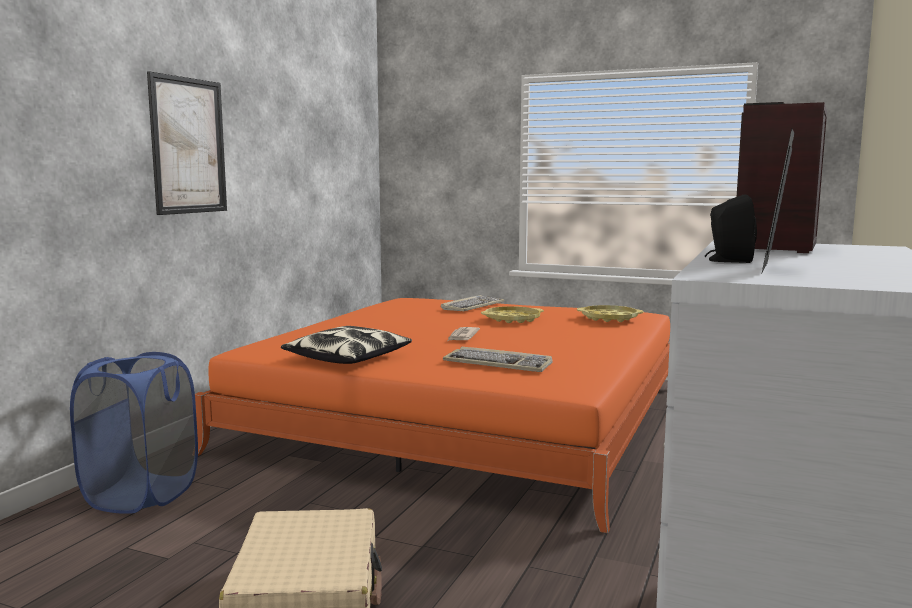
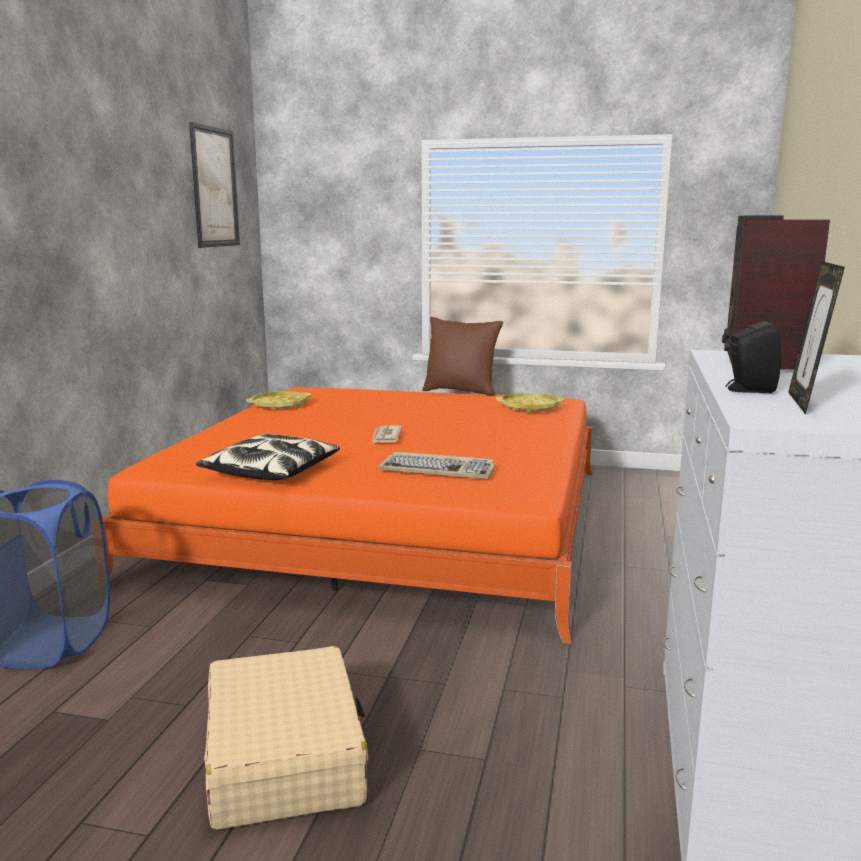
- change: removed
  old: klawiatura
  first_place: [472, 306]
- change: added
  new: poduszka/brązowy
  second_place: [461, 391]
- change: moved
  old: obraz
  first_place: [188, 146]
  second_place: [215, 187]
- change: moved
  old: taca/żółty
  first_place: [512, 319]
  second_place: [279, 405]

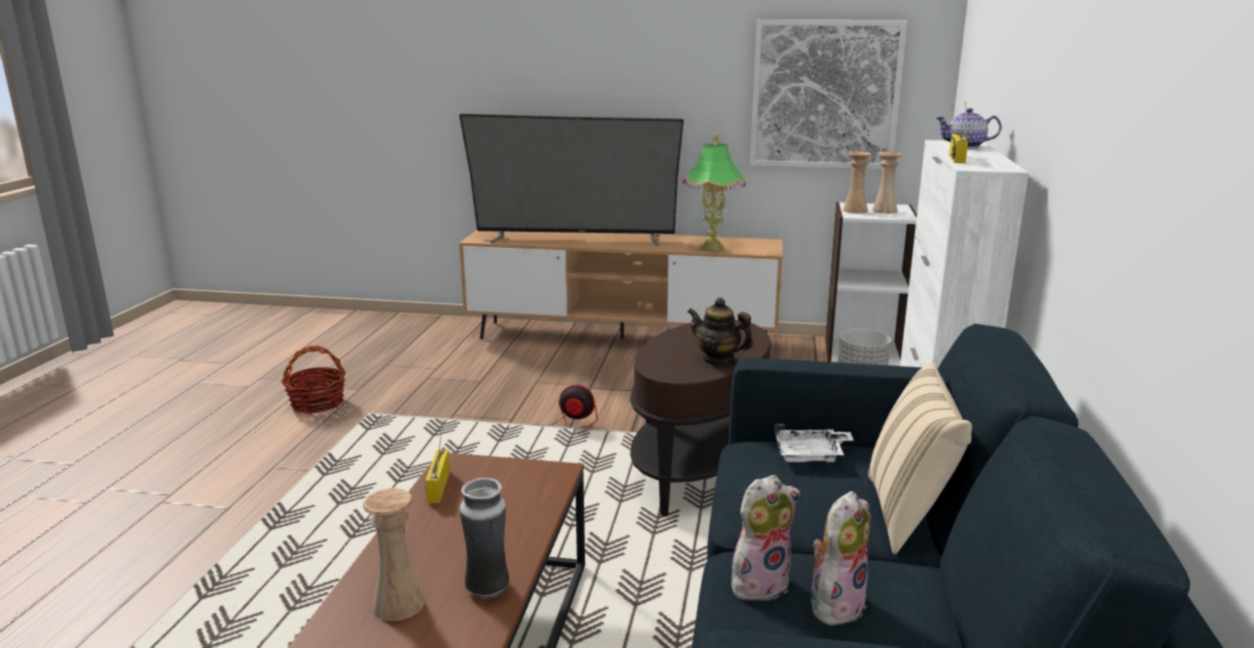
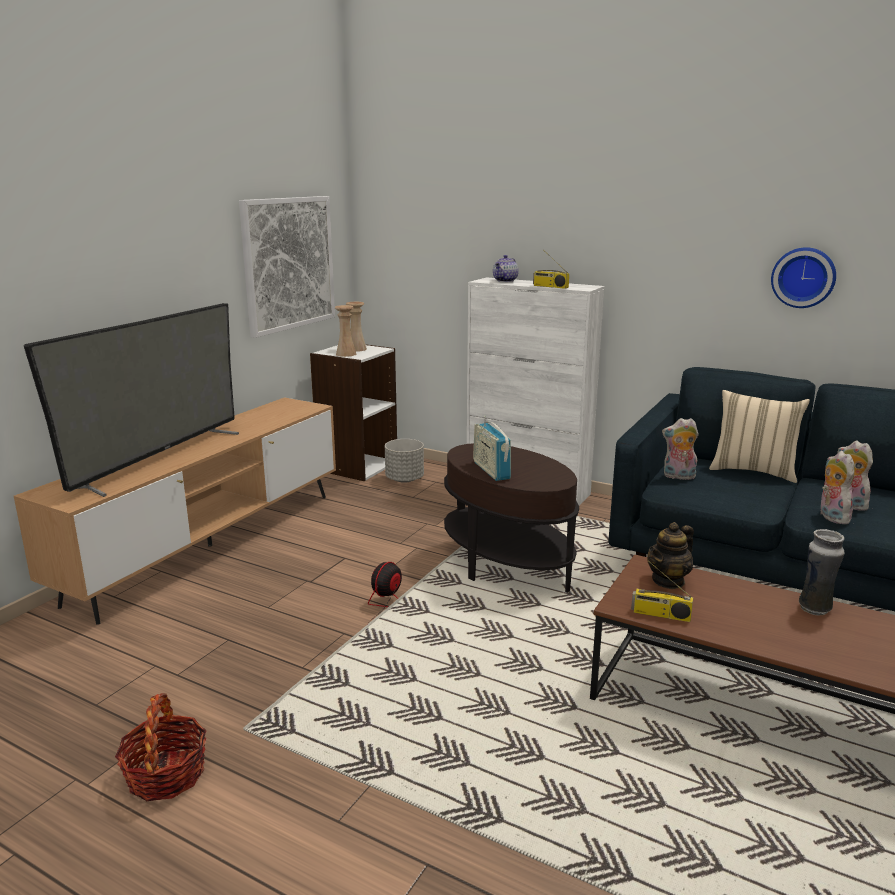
- change: removed
  old: wazon/beżowy
  first_place: [398, 604]
- change: removed
  old: lampa stołowa
  first_place: [711, 246]
- change: added
  new: radio
  second_place: [491, 470]
- change: added
  new: zegar ścienny
  second_place: [803, 277]
- change: moved
  old: imbryk
  first_place: [718, 360]
  second_place: [668, 581]
- change: replaced
  old: taca/biały
  new: pluszak
  first_place: [810, 455]
  second_place: [678, 477]

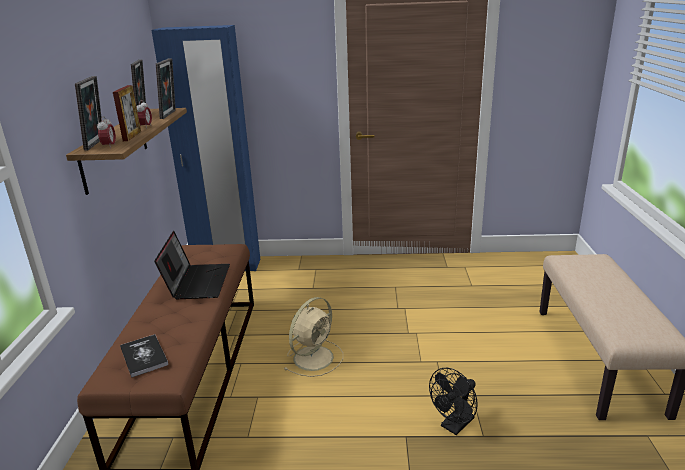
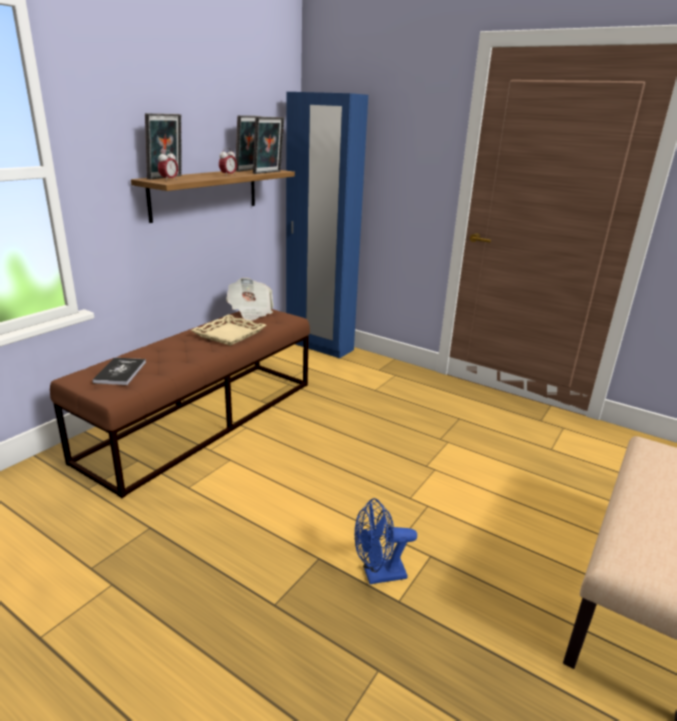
- change: removed
  old: ramka na zdjęcie
  first_place: [132, 136]
- change: removed
  old: wentylator/beżowy
  first_place: [314, 357]
- change: added
  new: gazeta
  second_place: [250, 312]
- change: replaced
  old: laptop
  new: taca/beżowy
  first_place: [197, 282]
  second_place: [229, 334]
- change: recoloured
  old: wentylator/czarny
  new: wentylator/niebieski
  first_place: [454, 426]
  second_place: [378, 575]

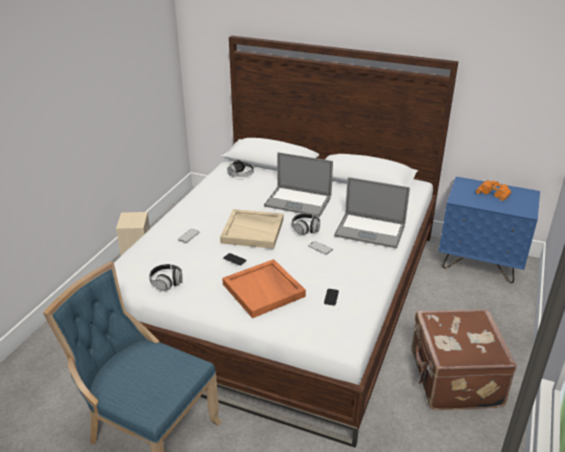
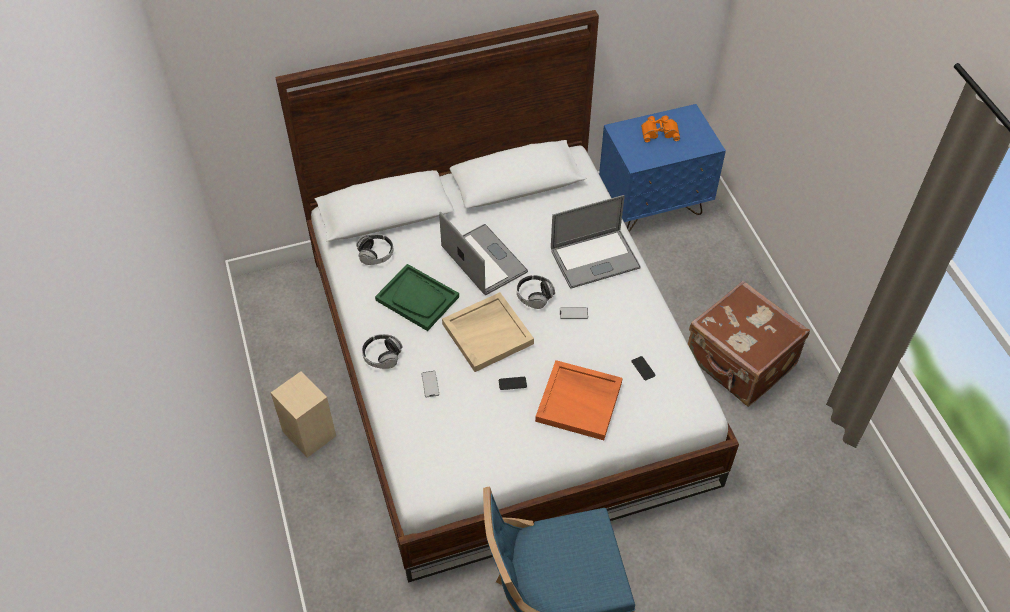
- change: added
  new: taca/zielony
  second_place: [417, 298]
- change: moved
  old: słuchawki
  first_place: [166, 282]
  second_place: [382, 356]
- change: turned
  old: laptop
  first_place: [298, 202]
  second_place: [484, 260]
  degrees: -105

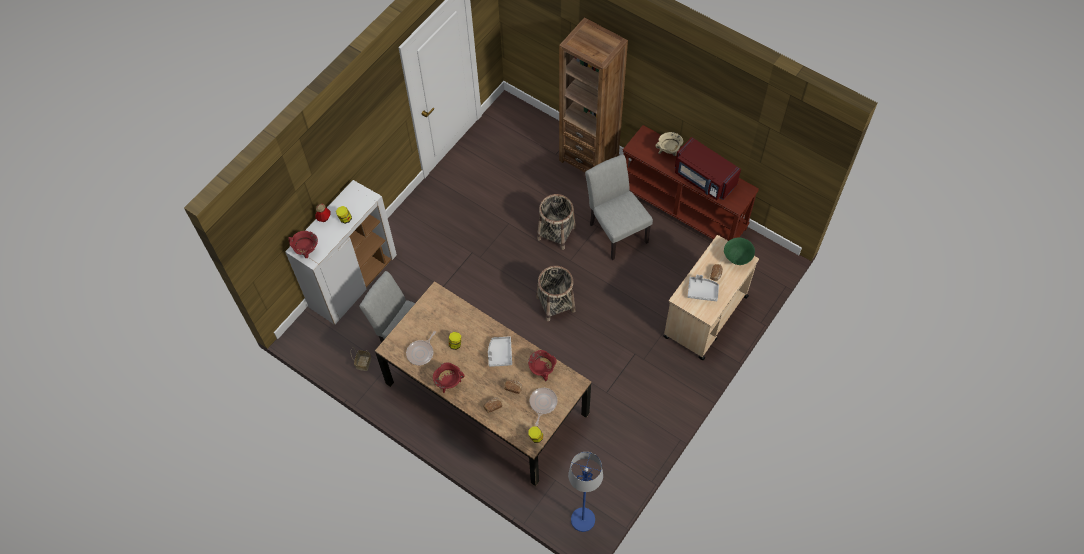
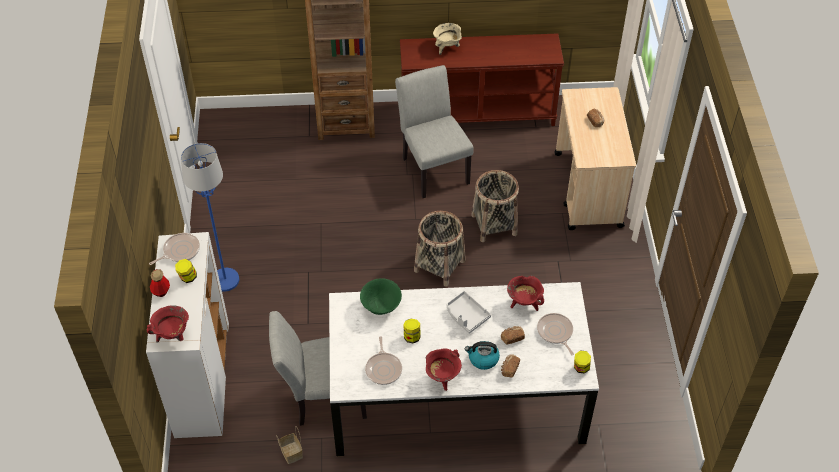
- change: removed
  old: mikrofalówka/czerwony
  first_place: [704, 179]
- change: removed
  old: taca/szary
  first_place: [702, 291]
- change: added
  new: patelnia
  second_place: [180, 251]
- change: added
  new: czajnik
  second_place: [483, 359]
- change: moved
  old: koszyk
  first_place: [556, 233]
  second_place: [494, 224]
- change: moved
  old: lampa stojąca/niebieski
  first_place: [582, 520]
  second_place: [225, 280]
- change: moved
  old: miska/zielony
  first_place: [737, 258]
  second_place: [381, 307]
- change: recoloured
  old: stół jadalny/brązowy
  new: stół jadalny/biały
  first_place: [486, 398]
  second_place: [456, 397]
- change: turned
  old: krzesło/szary
  first_place: [615, 230]
  second_place: [433, 167]
  degrees: 45

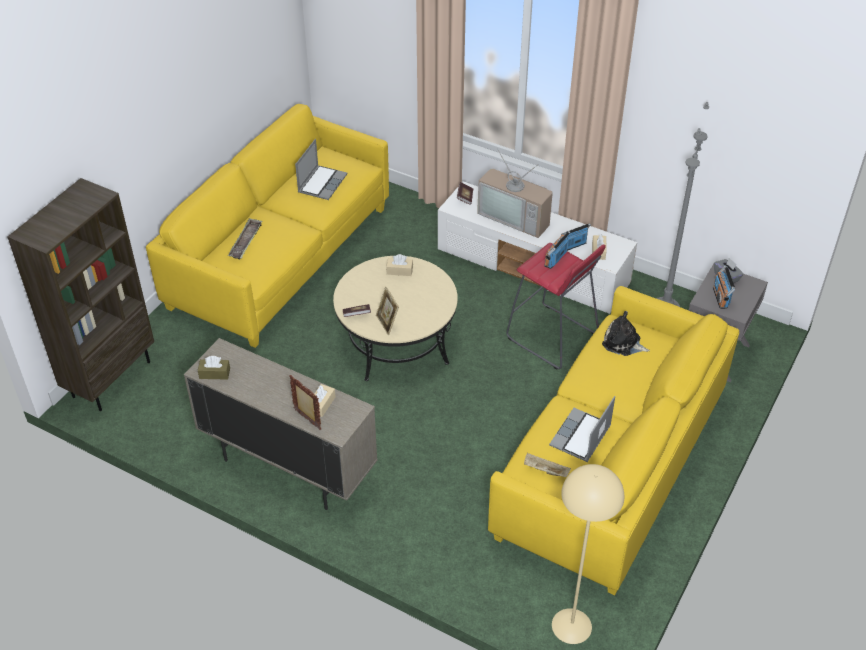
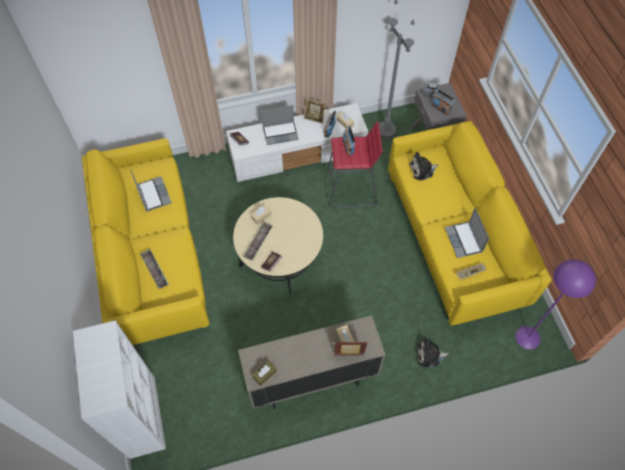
- change: added
  new: taca
  second_place: [258, 242]
- change: added
  new: pluszak
  second_place: [430, 355]
- change: moved
  old: ramka na zdjęcie
  first_place: [387, 323]
  second_place: [314, 118]
- change: replaced
  old: telewizor
  new: laptop
  first_place: [516, 217]
  second_place: [280, 133]
- change: recoloured
  old: regał/brązowy
  new: regał/biały
  first_place: [111, 378]
  second_place: [145, 421]
- change: recoloured
  old: lampa stojąca/beżowy
  new: lampa stojąca/fioletowy
  first_place: [571, 626]
  second_place: [528, 337]

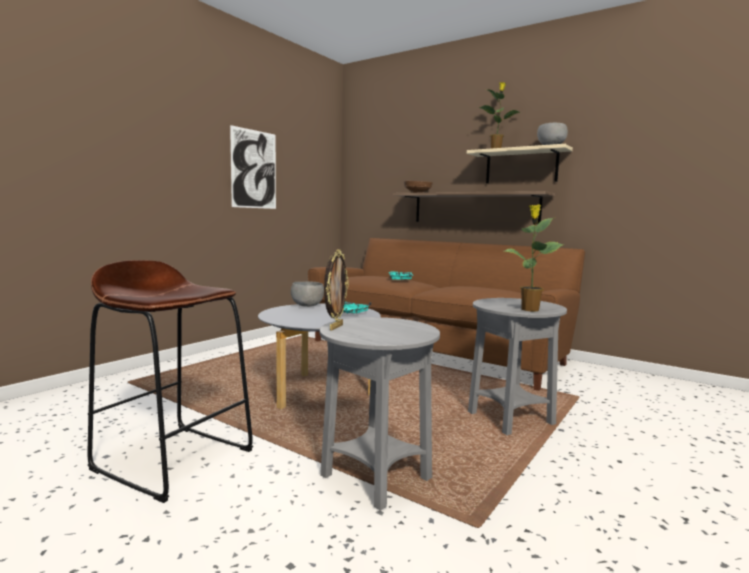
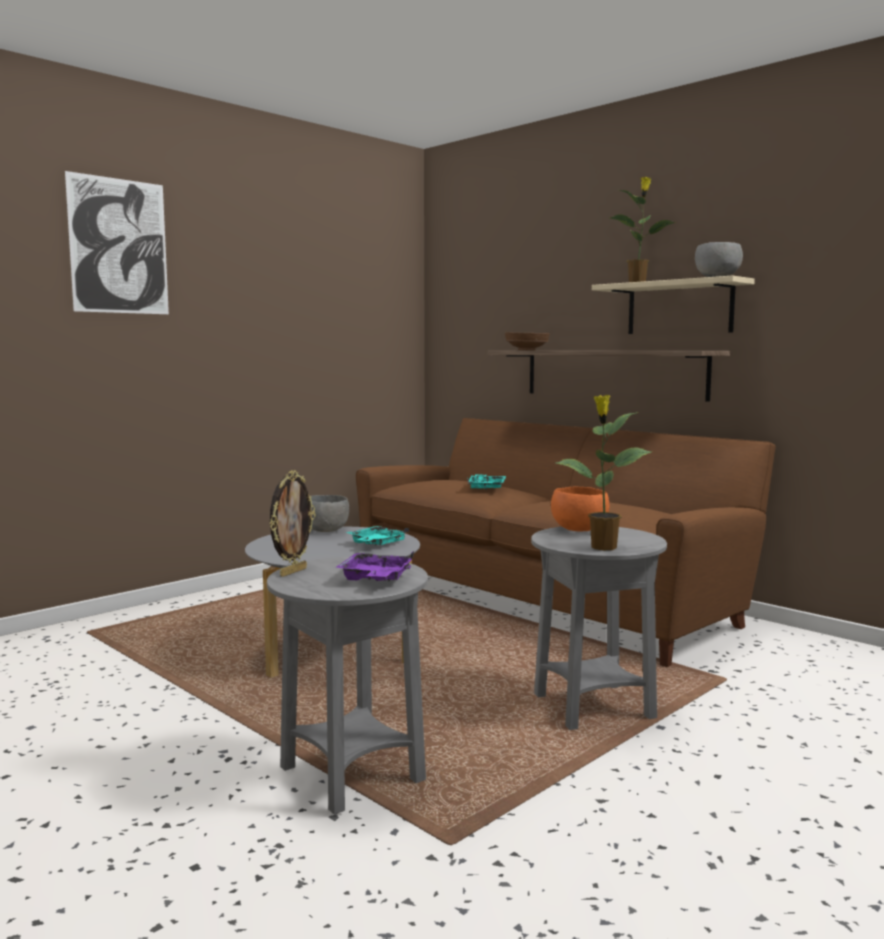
- change: removed
  old: stołek/brązowy
  first_place: [174, 459]
- change: added
  new: taca/fioletowy
  second_place: [375, 579]
- change: added
  new: miska/pomarańczowy
  second_place: [579, 530]
- change: moved
  old: obraz
  first_place: [254, 169]
  second_place: [119, 246]

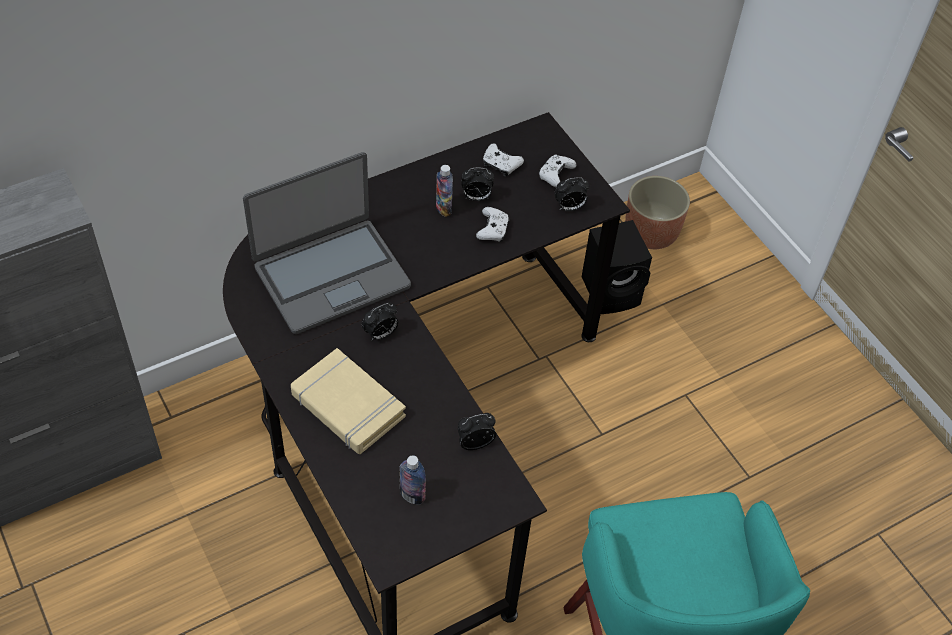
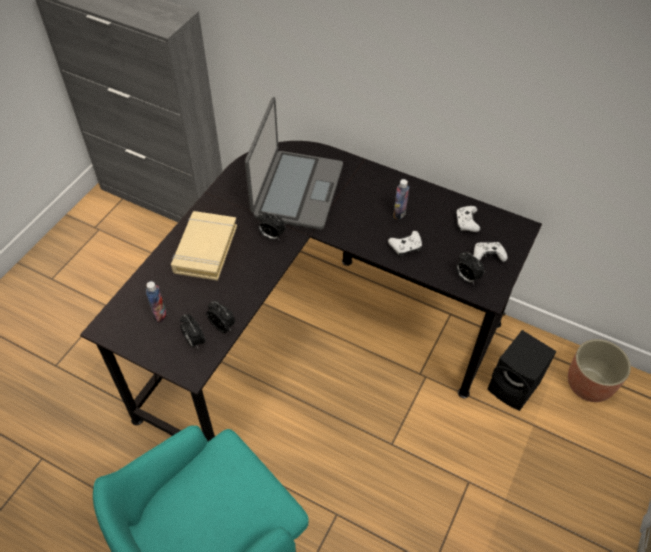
- change: moved
  old: budzik
  first_place: [476, 197]
  second_place: [194, 341]
- change: turned
  old: laptop
  first_place: [331, 275]
  second_place: [297, 190]
  degrees: -105

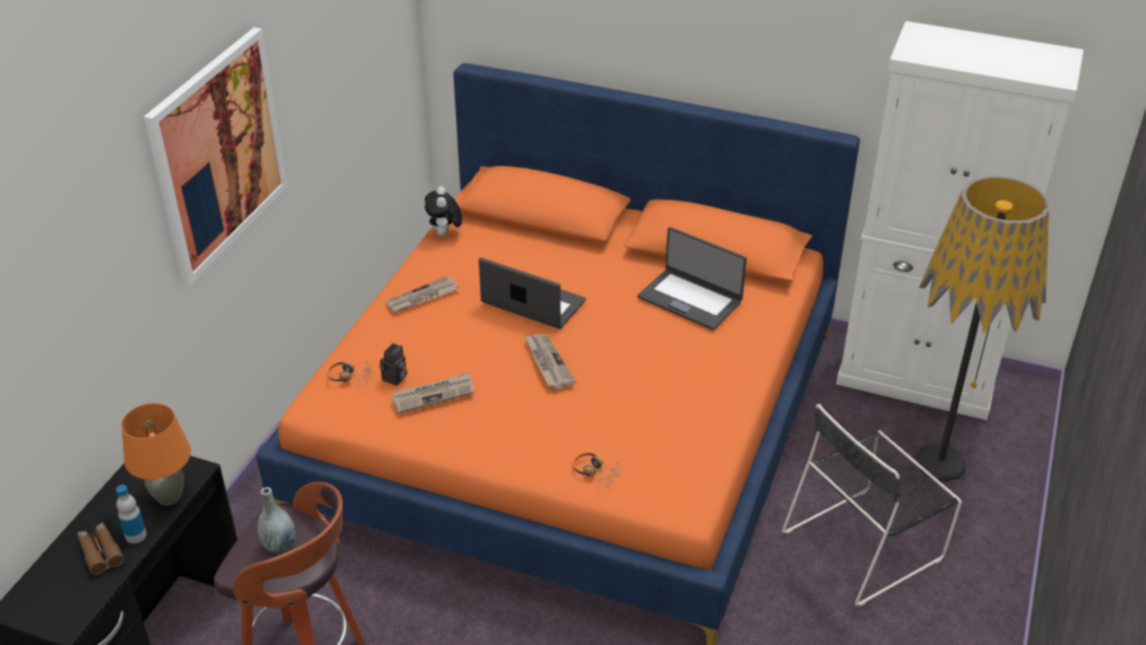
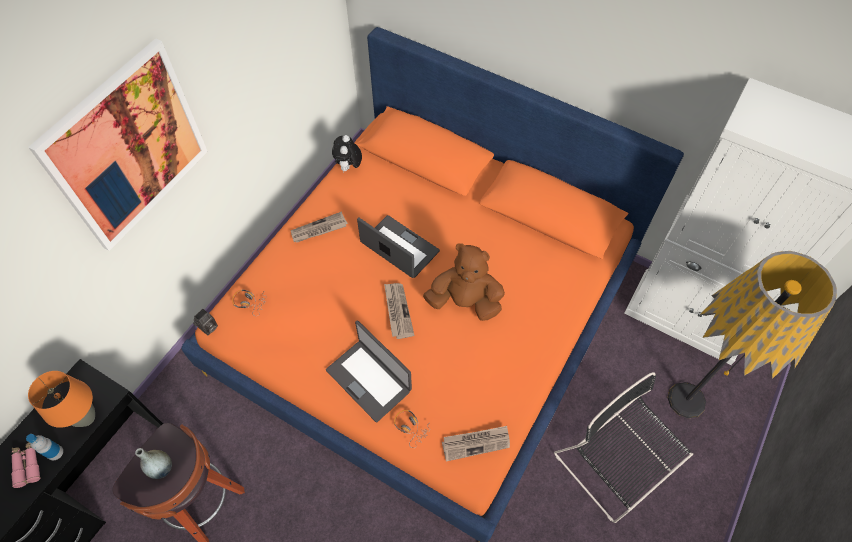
- change: added
  new: pluszak/brązowy
  second_place: [465, 301]
- change: moved
  old: aparat fotograficzny
  first_place: [395, 379]
  second_place: [208, 328]
- change: moved
  old: gazeta
  first_place: [433, 394]
  second_place: [476, 443]
- change: moved
  old: laptop
  first_place: [690, 299]
  second_place: [369, 379]
- change: recoloured
  old: lornetka/brązowy
  new: lornetka/różowy
  first_place: [100, 552]
  second_place: [27, 465]
- change: turned
  old: krzesło/czarny
  first_place: [866, 543]
  second_place: [615, 466]
  degrees: 75

